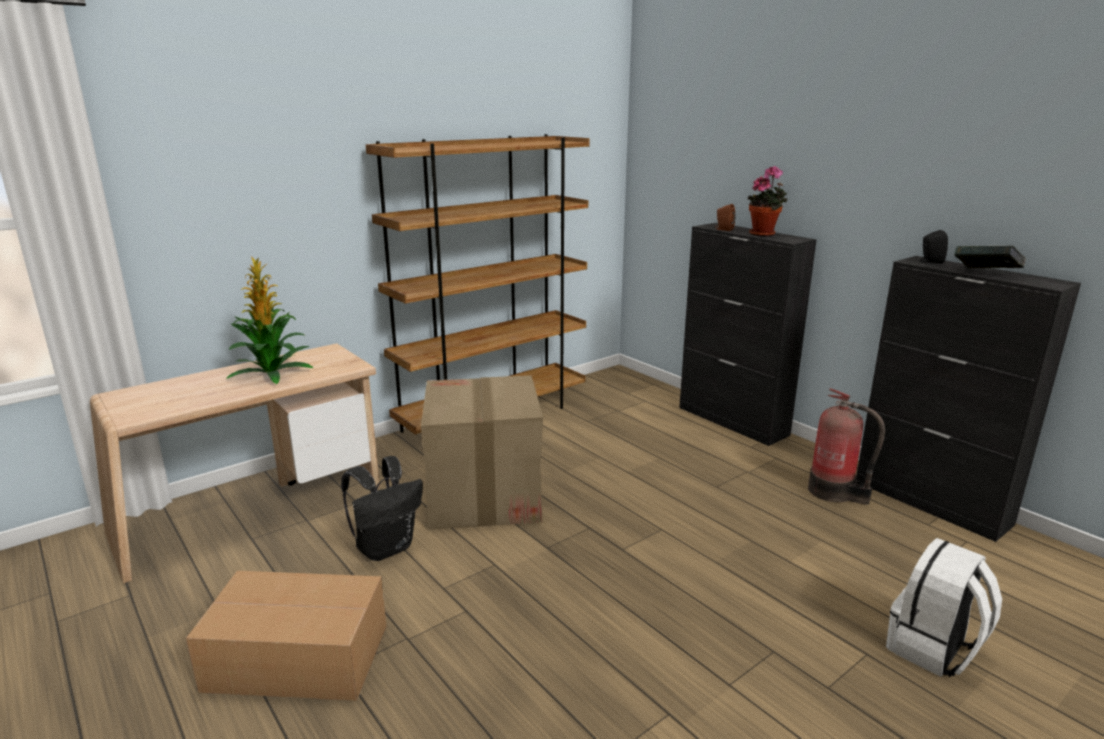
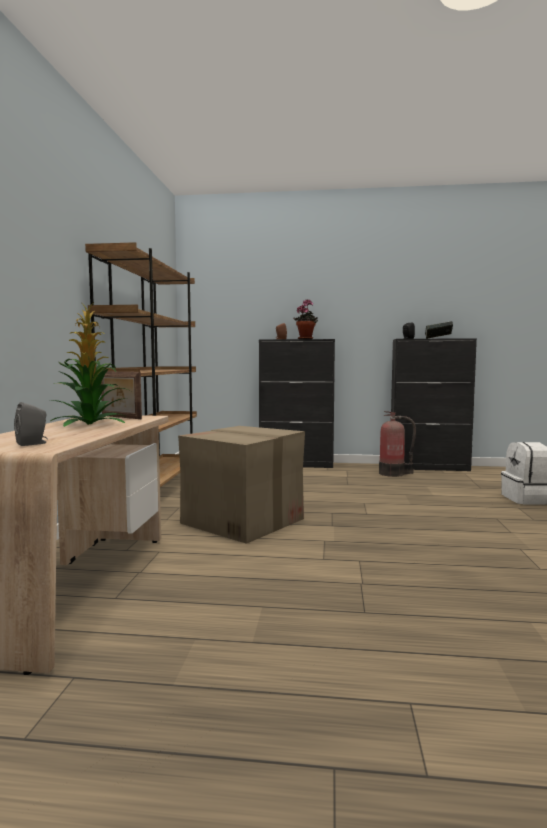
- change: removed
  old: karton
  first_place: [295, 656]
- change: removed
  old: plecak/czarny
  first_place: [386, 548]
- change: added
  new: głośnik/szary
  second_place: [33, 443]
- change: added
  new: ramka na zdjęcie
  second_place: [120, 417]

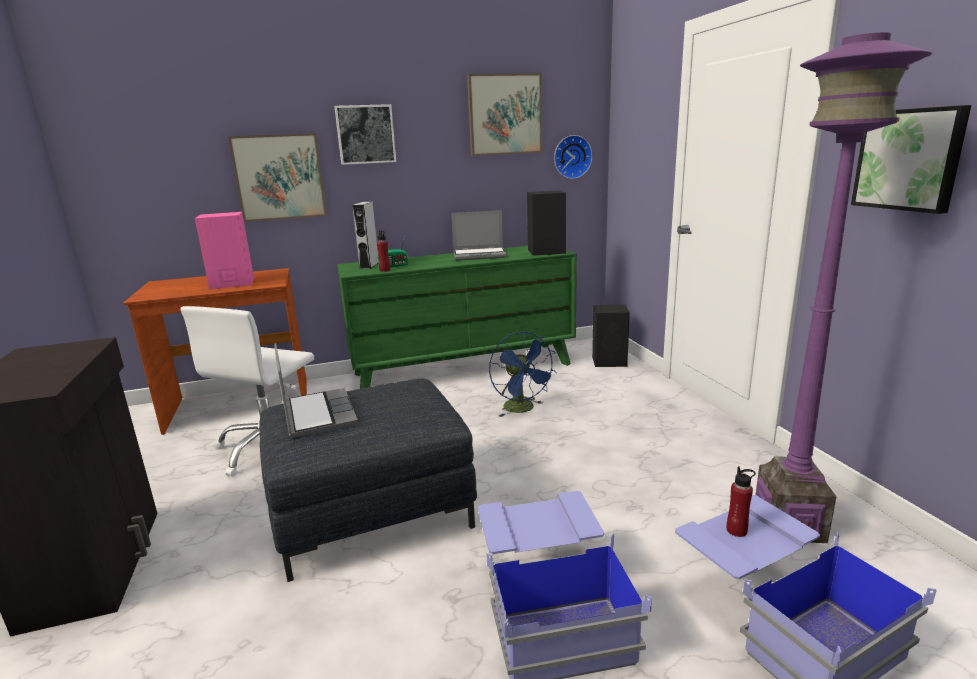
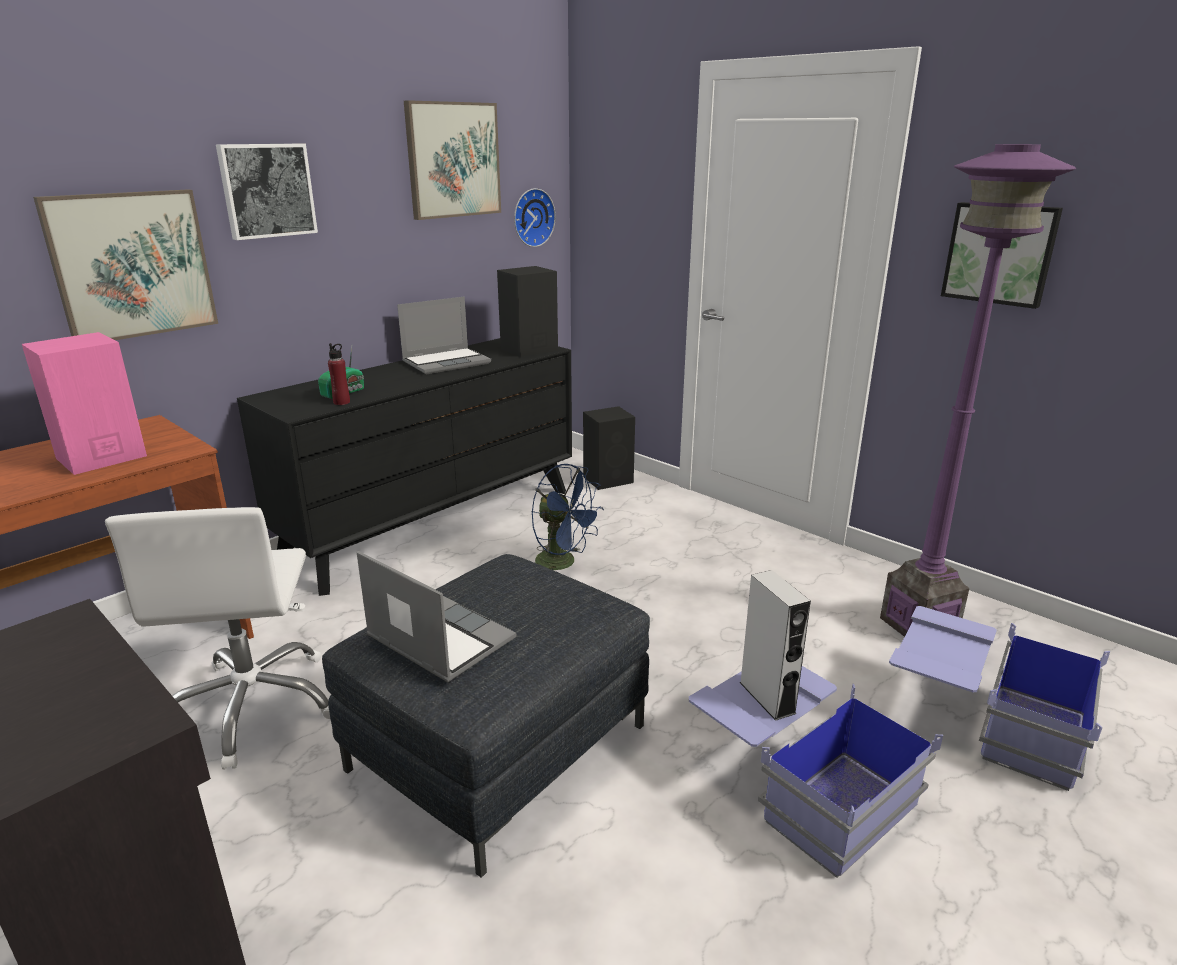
- change: removed
  old: butelka/czerwony
  first_place: [736, 530]
- change: moved
  old: głośnik/szary
  first_place: [369, 265]
  second_place: [767, 697]
- change: recoloured
  old: komoda/zielony
  new: komoda/czarny
  first_place: [463, 369]
  second_place: [434, 523]

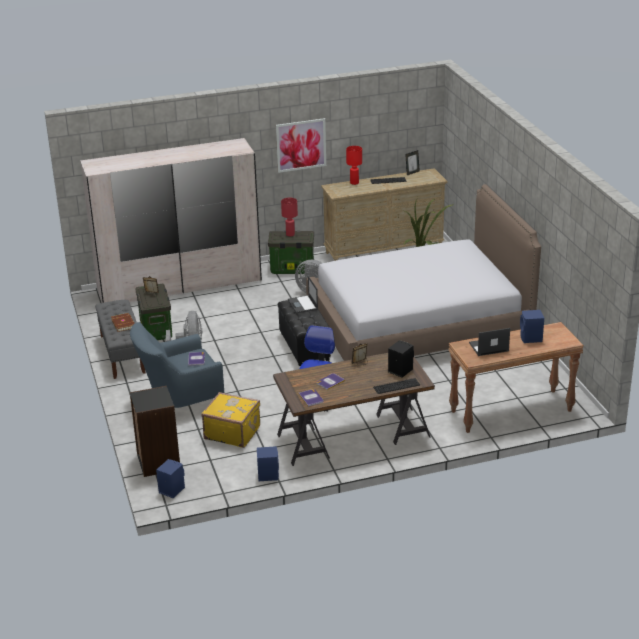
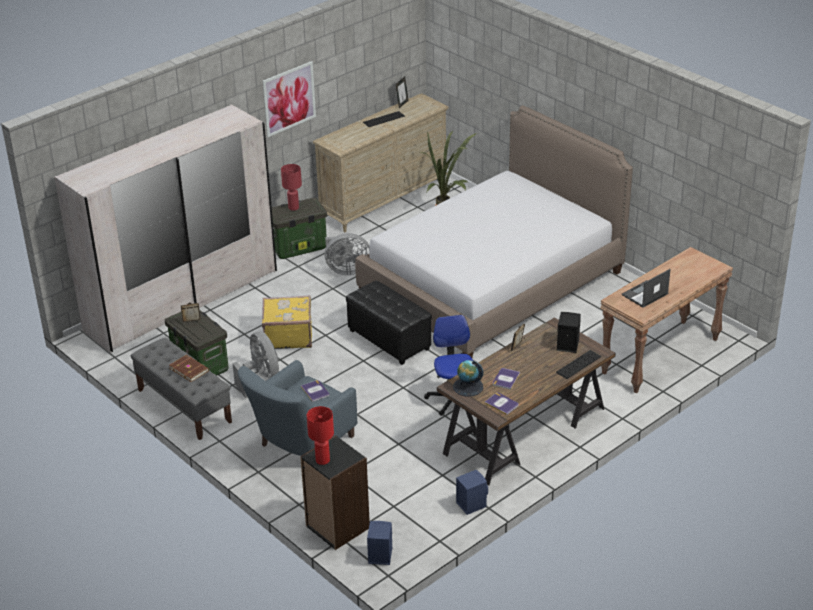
- change: removed
  old: laptop
  first_place: [303, 304]
- change: removed
  old: głośnik/niebieski
  first_place: [531, 339]
- change: added
  new: globus
  second_place: [468, 387]
- change: moved
  old: walizka/żółty
  first_place: [232, 432]
  second_place: [288, 336]
- change: moved
  old: lampa stołowa/czerwony
  first_place: [354, 183]
  second_place: [322, 460]

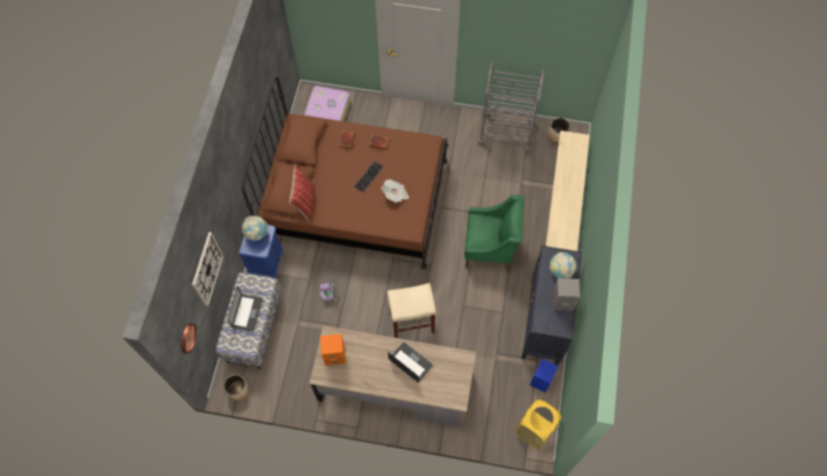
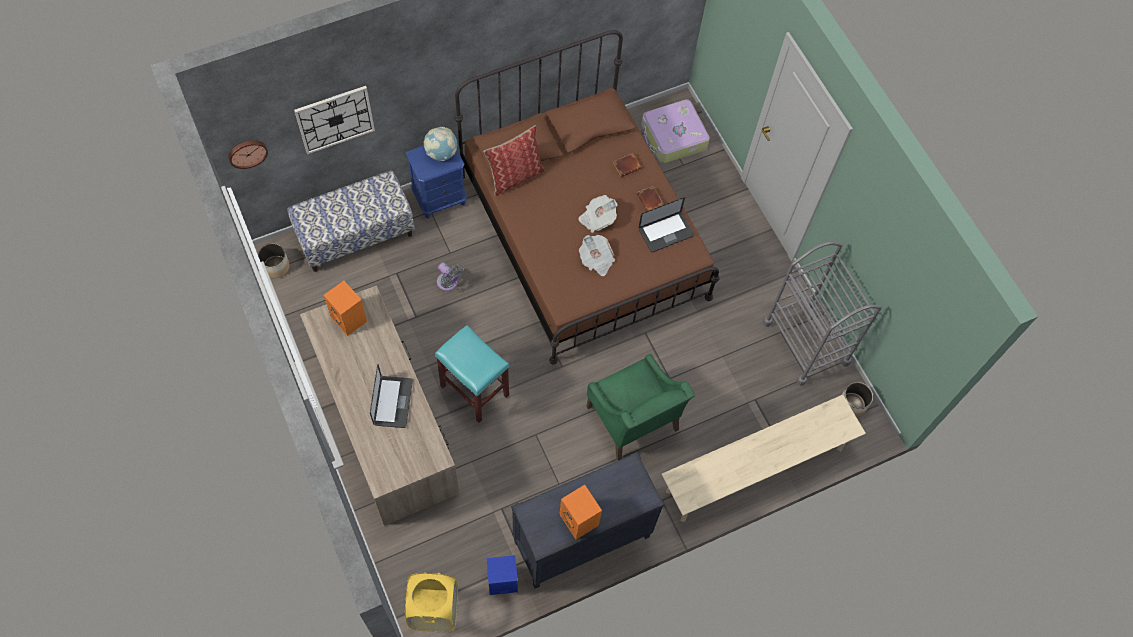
- change: removed
  old: globus
  first_place: [560, 270]
- change: moved
  old: laptop
  first_place: [247, 313]
  second_place: [666, 232]
- change: replaced
  old: klawiatura
  new: gazeta
  first_place: [368, 177]
  second_place: [597, 218]
- change: recoloured
  old: stołek/beżowy
  new: stołek/turkusowy
  first_place: [412, 322]
  second_place: [475, 391]
- change: recoloured
  old: głośnik/szary
  new: głośnik/pomarańczowy
  first_place: [563, 300]
  second_place: [580, 520]

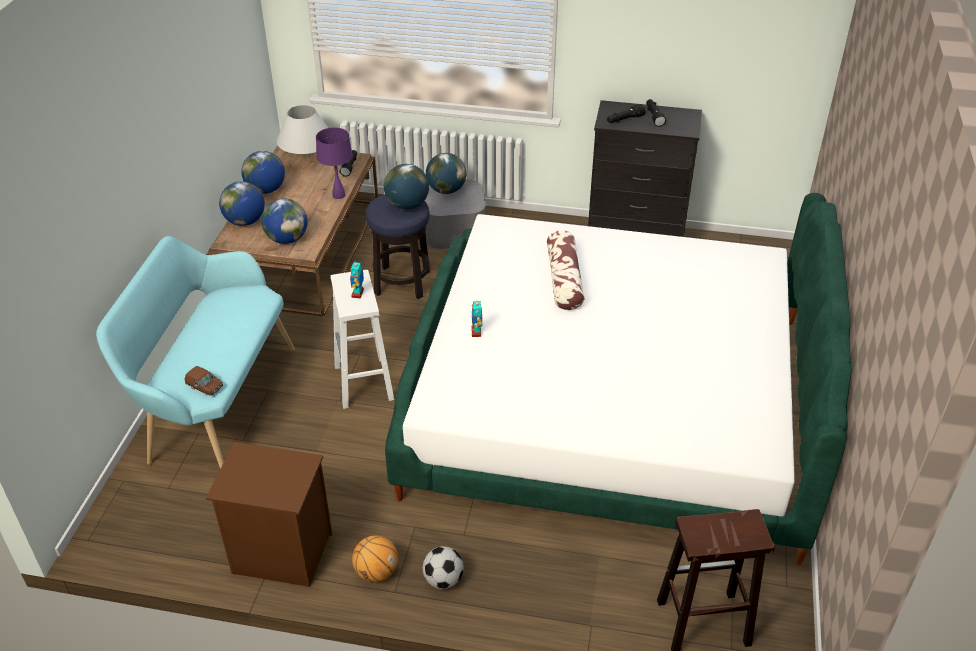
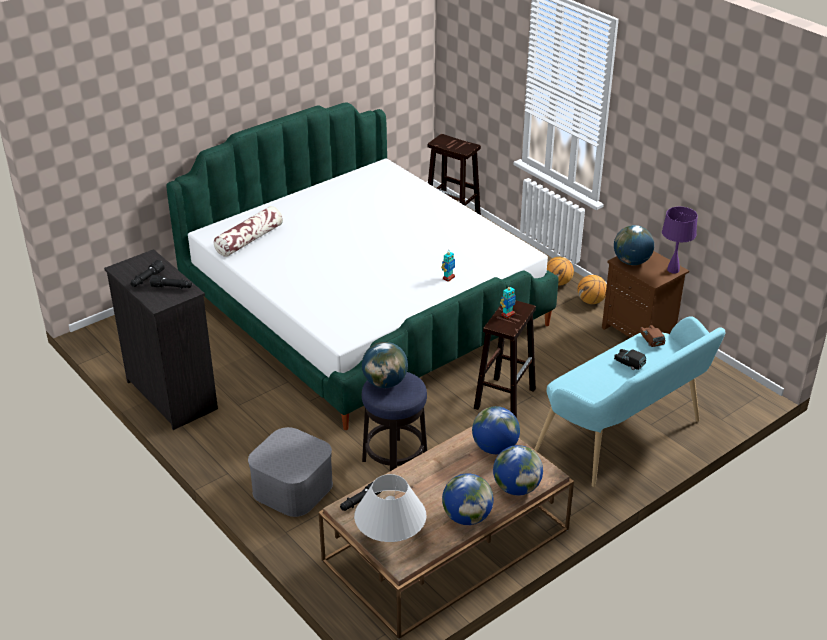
- change: added
  new: samochodzik/czarny
  second_place: [629, 363]
- change: moved
  old: lampa stołowa/fioletowy
  first_place: [338, 195]
  second_place: [673, 270]
- change: moved
  old: globus
  first_place: [446, 190]
  second_place: [632, 262]
- change: moved
  old: poduszka
  first_place: [564, 280]
  second_place: [249, 240]
- change: replaced
  old: piłka futbolowa
  new: piłka do koszykówki
  first_place: [443, 580]
  second_place: [558, 283]
- change: recoloured
  old: stołek/biały
  new: stołek/brązowy
  first_place: [364, 383]
  second_place: [505, 398]

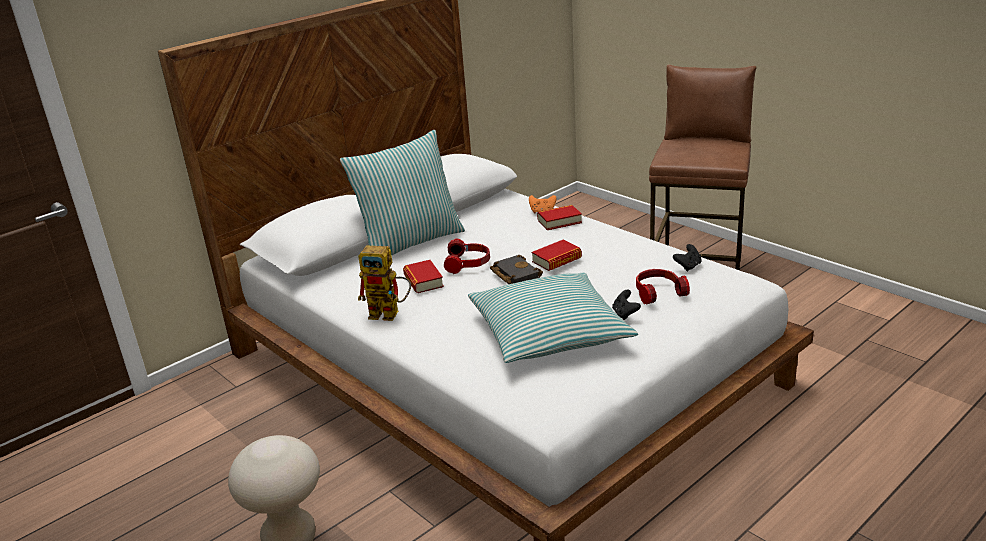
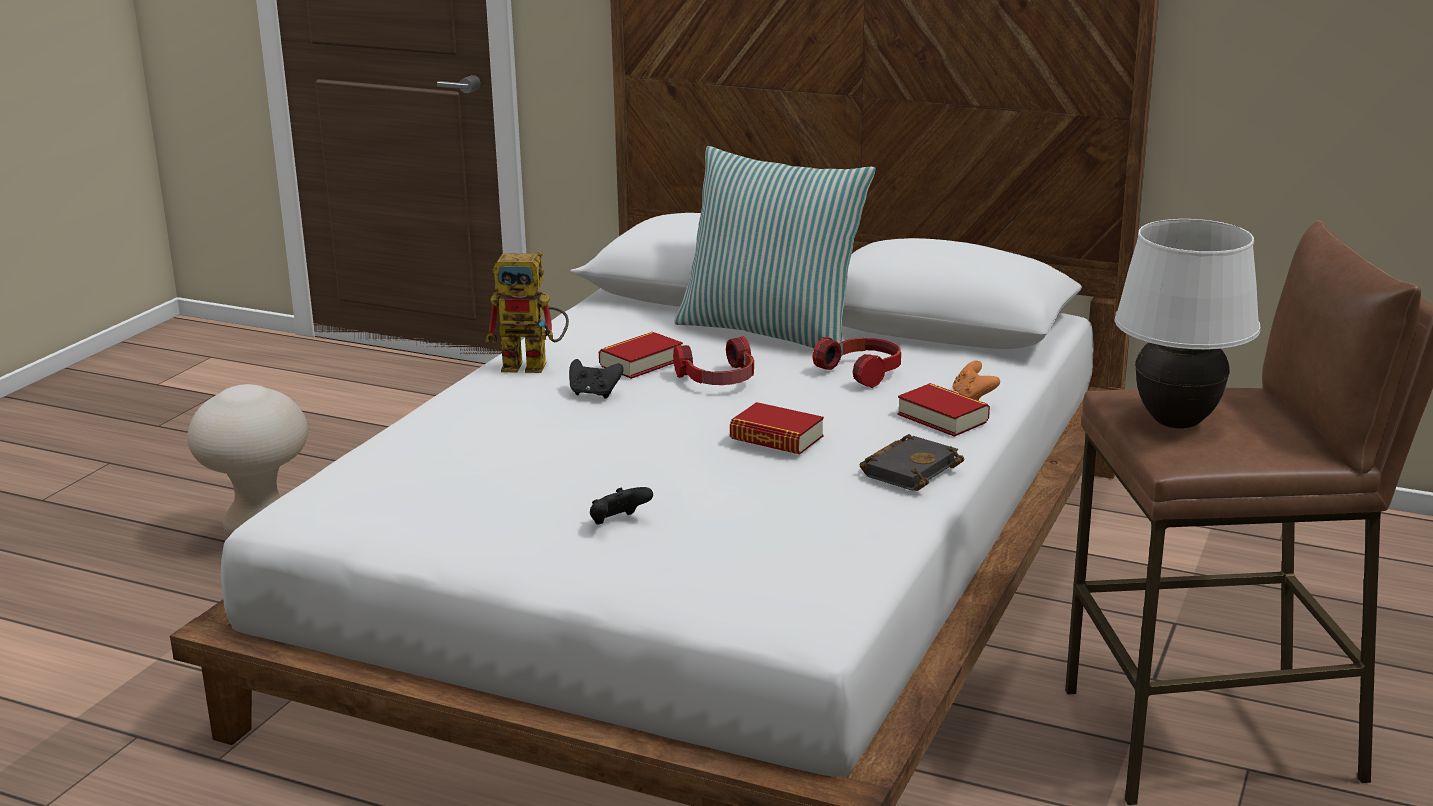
- change: removed
  old: poduszka
  first_place: [549, 332]
- change: added
  new: lampa stołowa/biały
  second_place: [1176, 423]
- change: moved
  old: książka/czarny
  first_place: [514, 274]
  second_place: [909, 469]
- change: moved
  old: słuchawki
  first_place: [658, 292]
  second_place: [863, 372]
- change: moved
  old: pad do gier/czarny
  first_place: [688, 266]
  second_place: [594, 394]
- change: turned
  old: robot zabawkowy
  first_place: [390, 314]
  second_place: [535, 365]
  degrees: -75

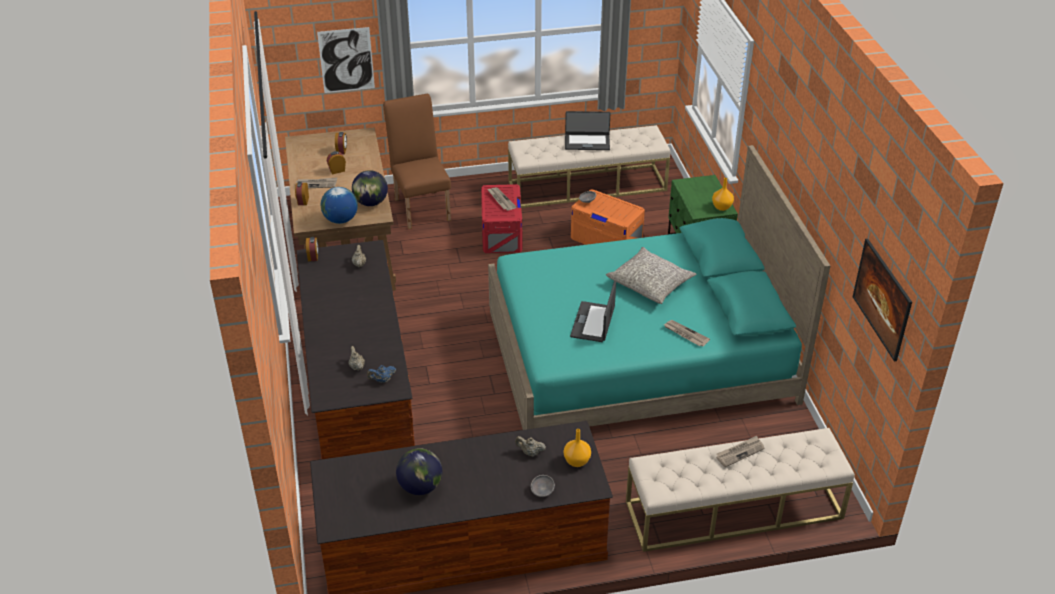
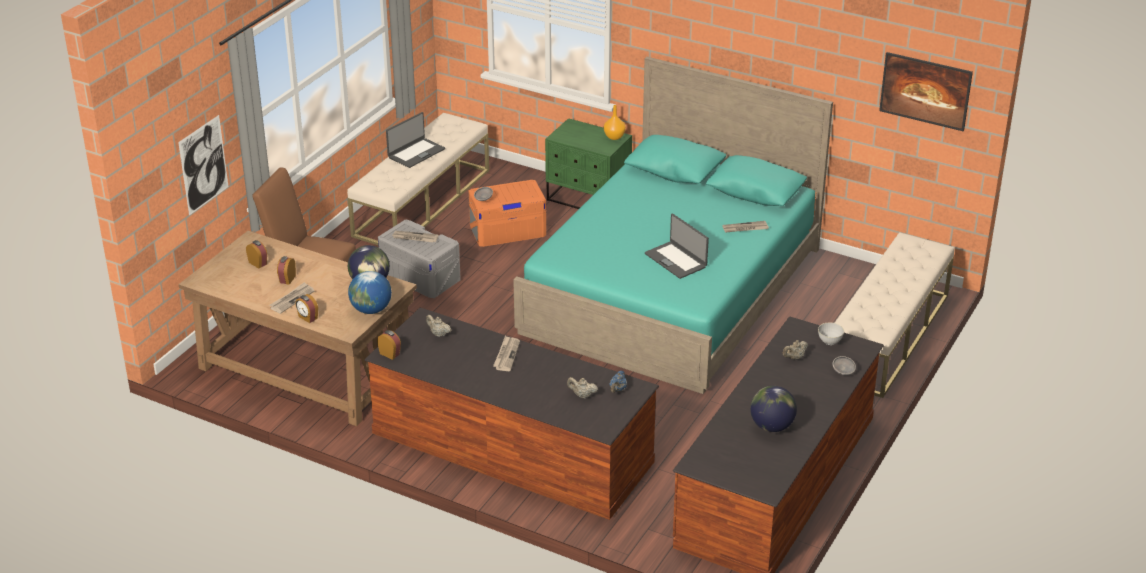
- change: removed
  old: poduszka/szary
  first_place: [650, 283]
- change: moved
  old: gazeta
  first_place: [740, 452]
  second_place: [506, 355]
- change: replaced
  old: wazon/pomarańczowy
  new: miska/szary
  first_place: [577, 461]
  second_place: [829, 341]
- change: recoloured
  old: pojemnik do przechowywania/czerwony
  new: pojemnik do przechowywania/szary
  first_place: [501, 233]
  second_place: [420, 276]

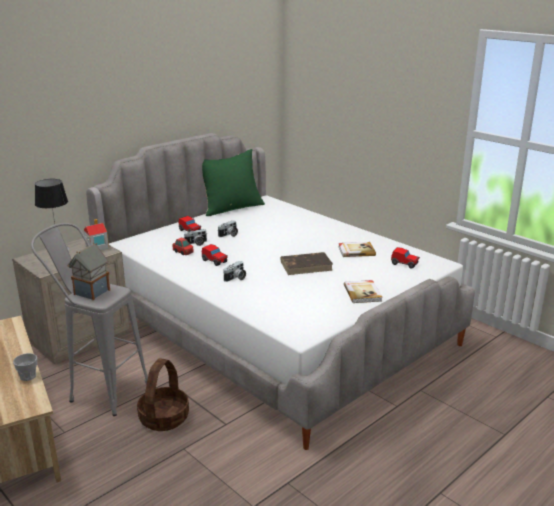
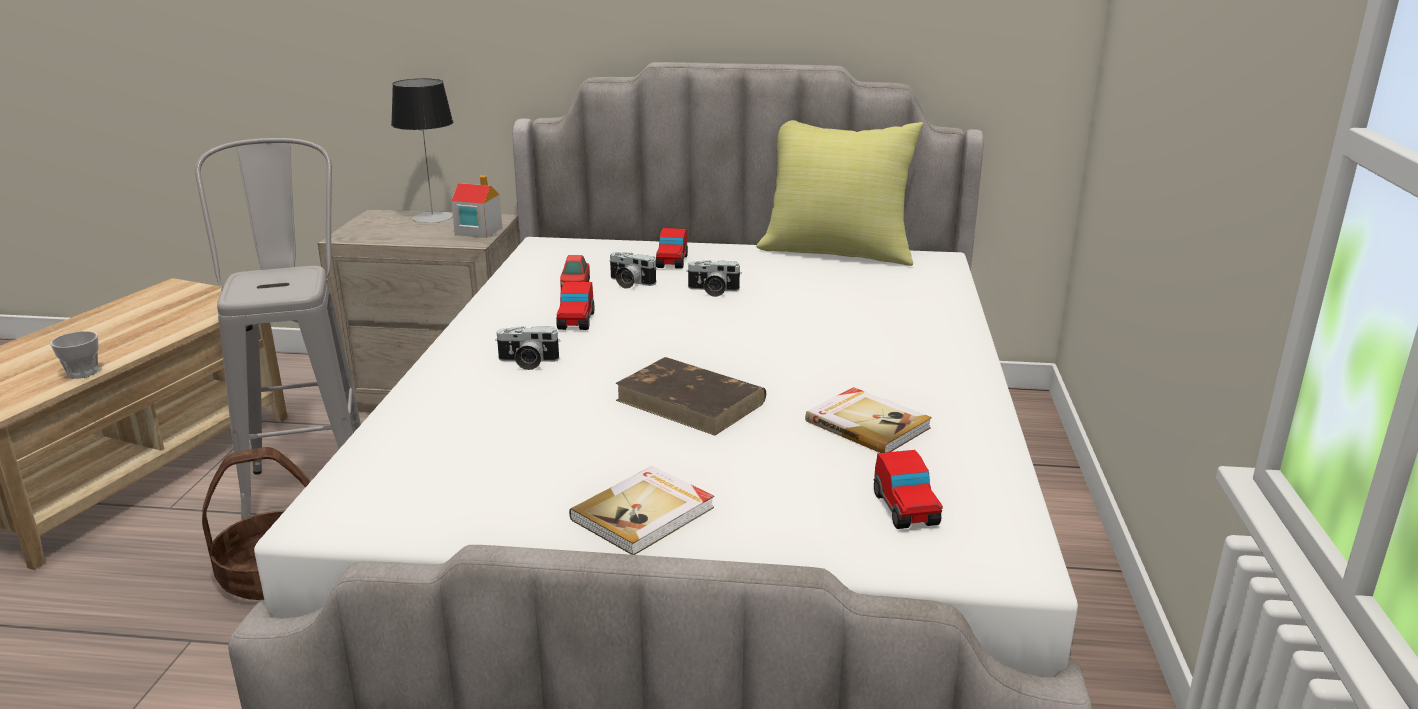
- change: removed
  old: domek
  first_place: [91, 293]
- change: recoloured
  old: poduszka/zielony
  new: poduszka/żółty
  first_place: [231, 208]
  second_place: [837, 251]

